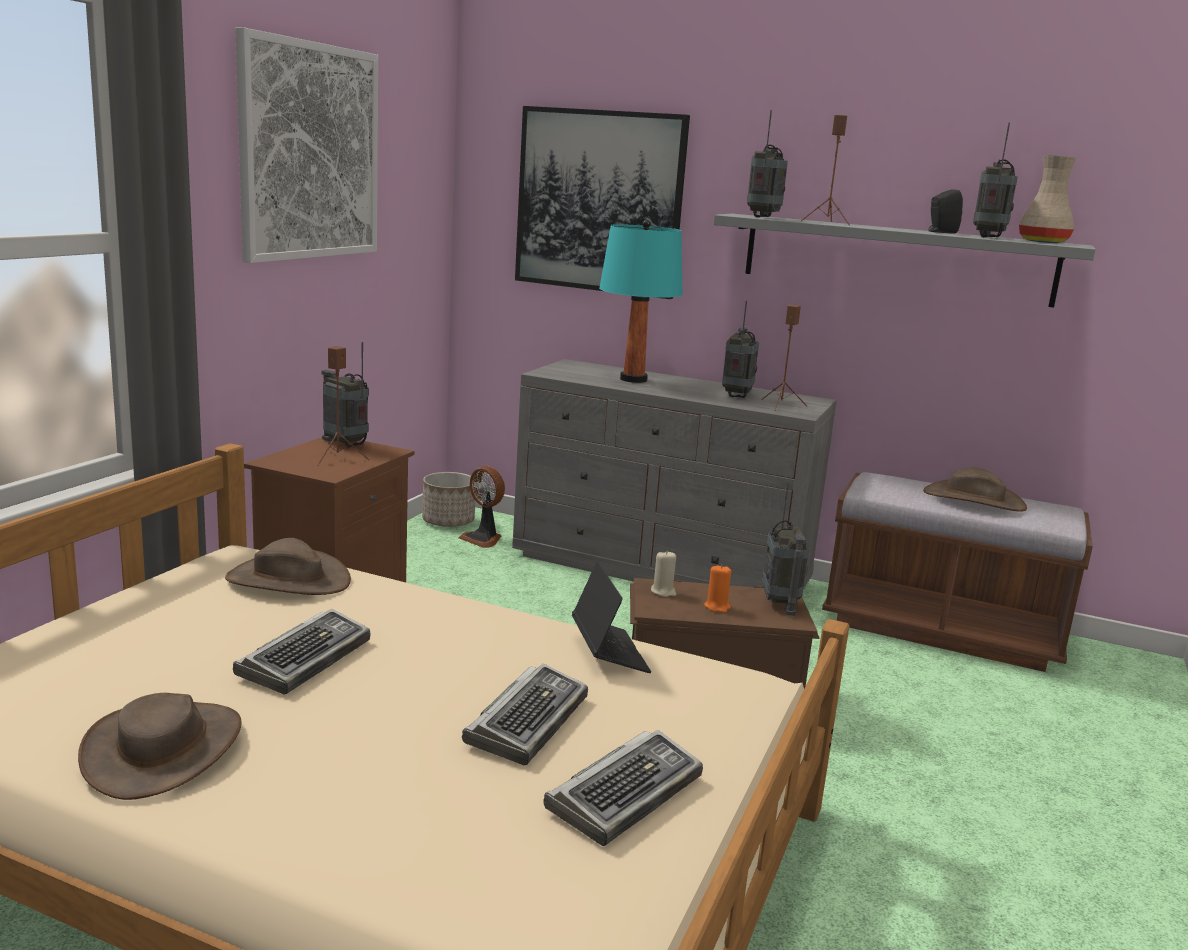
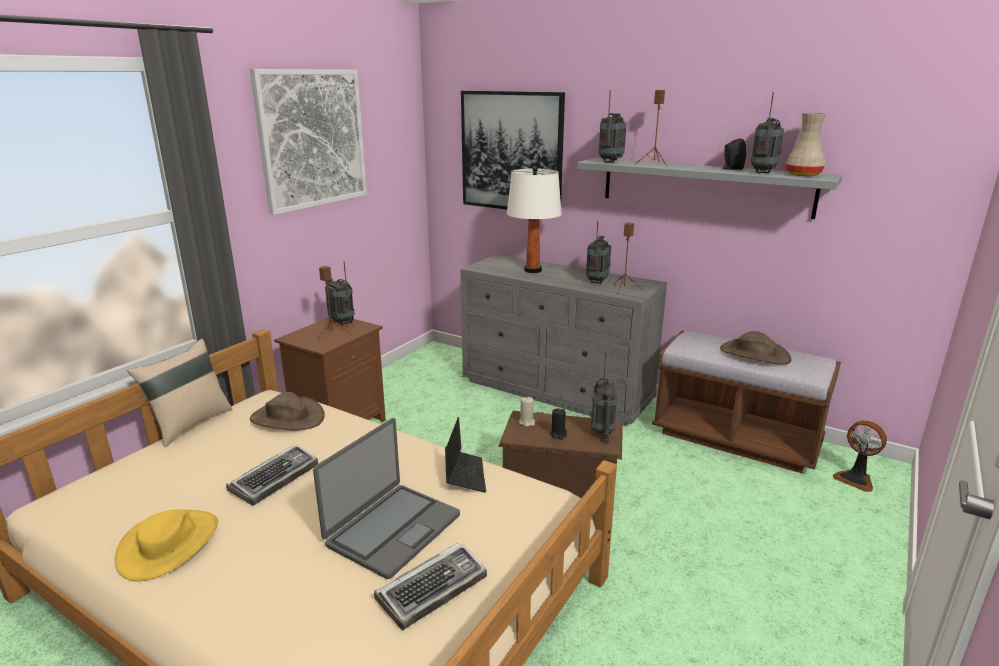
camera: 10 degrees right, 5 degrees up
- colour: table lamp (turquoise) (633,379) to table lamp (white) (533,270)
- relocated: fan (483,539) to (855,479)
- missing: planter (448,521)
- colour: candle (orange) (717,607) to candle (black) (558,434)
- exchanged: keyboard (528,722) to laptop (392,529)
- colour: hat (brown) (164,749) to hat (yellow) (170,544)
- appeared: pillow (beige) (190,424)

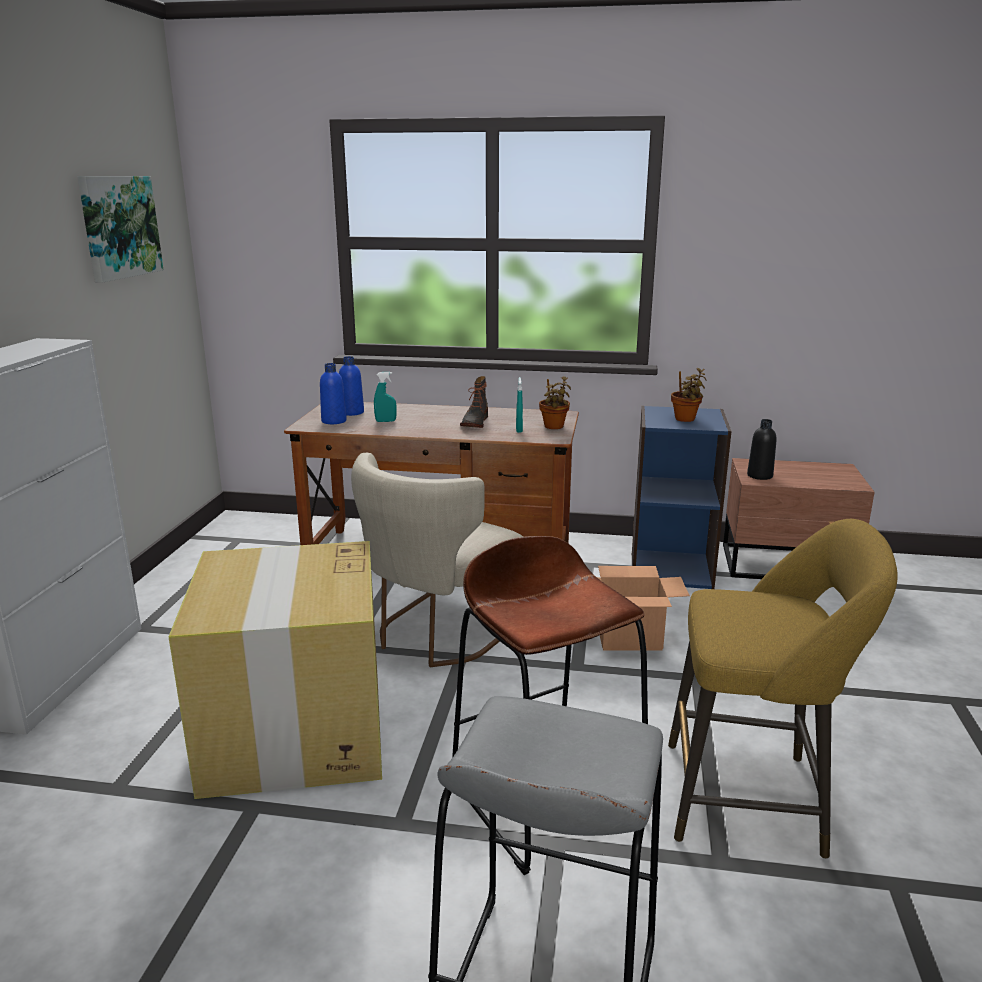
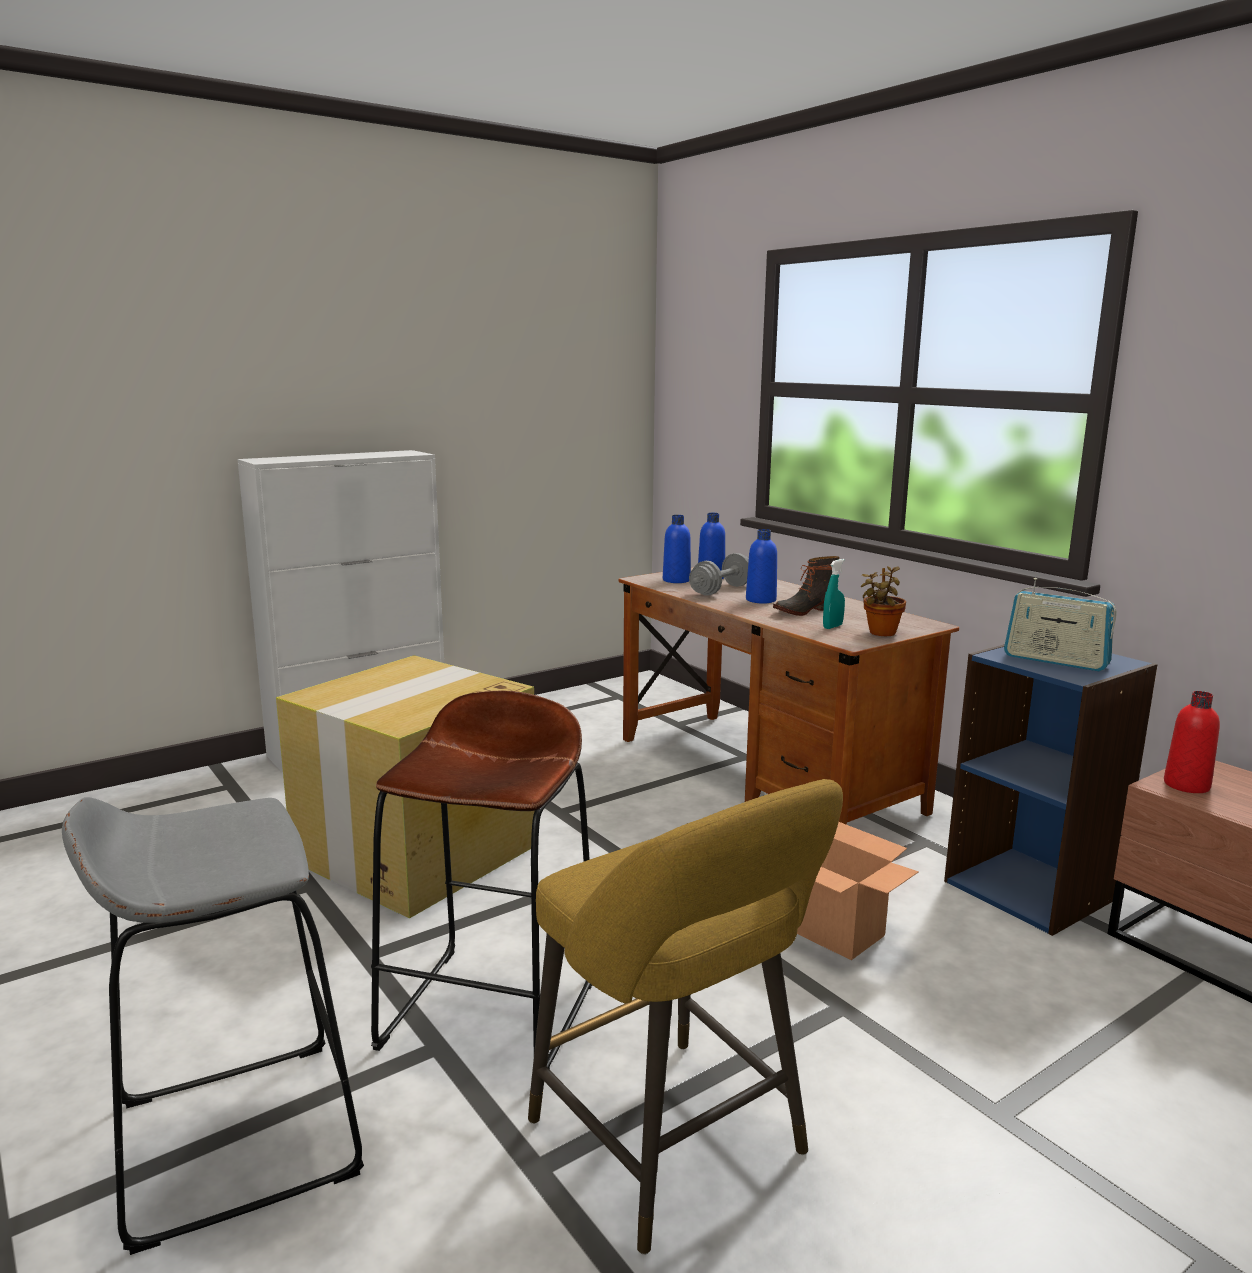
camera: 45 degrees right, 5 degrees down
- missing: picture (119,227)
- exchanged: potted plant (685,420) to radio (1055,661)
- exchanged: spray bottle (turquoise) (385,421) to dumbbell (grey) (721,590)
- colour: bottle (black) (759,476) to bottle (red) (1186,785)
- missing: chair (beige) (437,635)
- appeared: bottle (blue) (761,600)

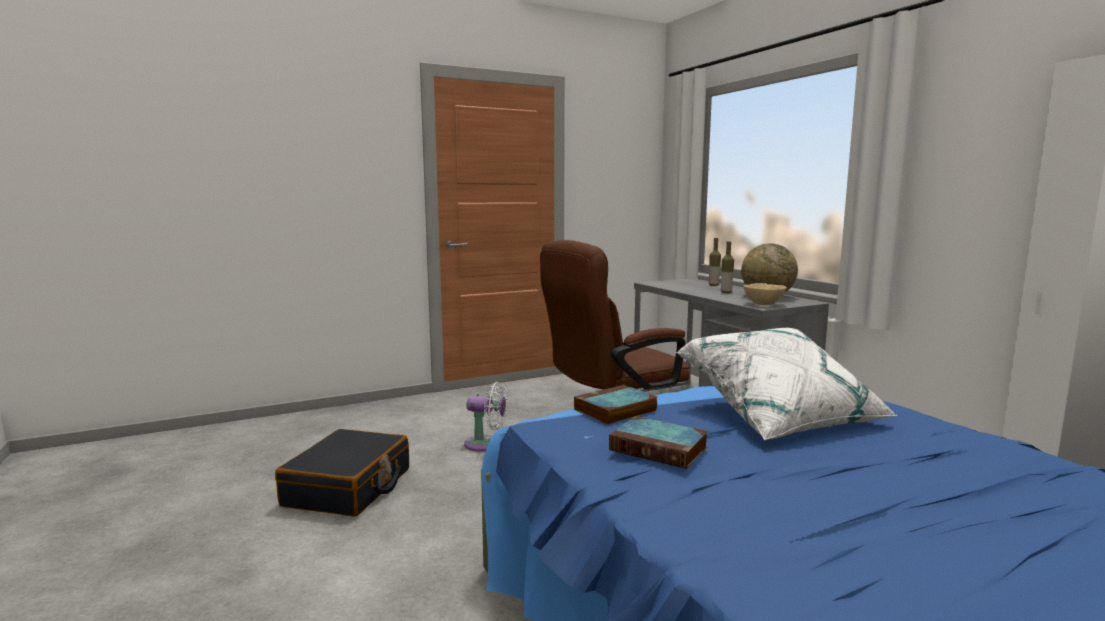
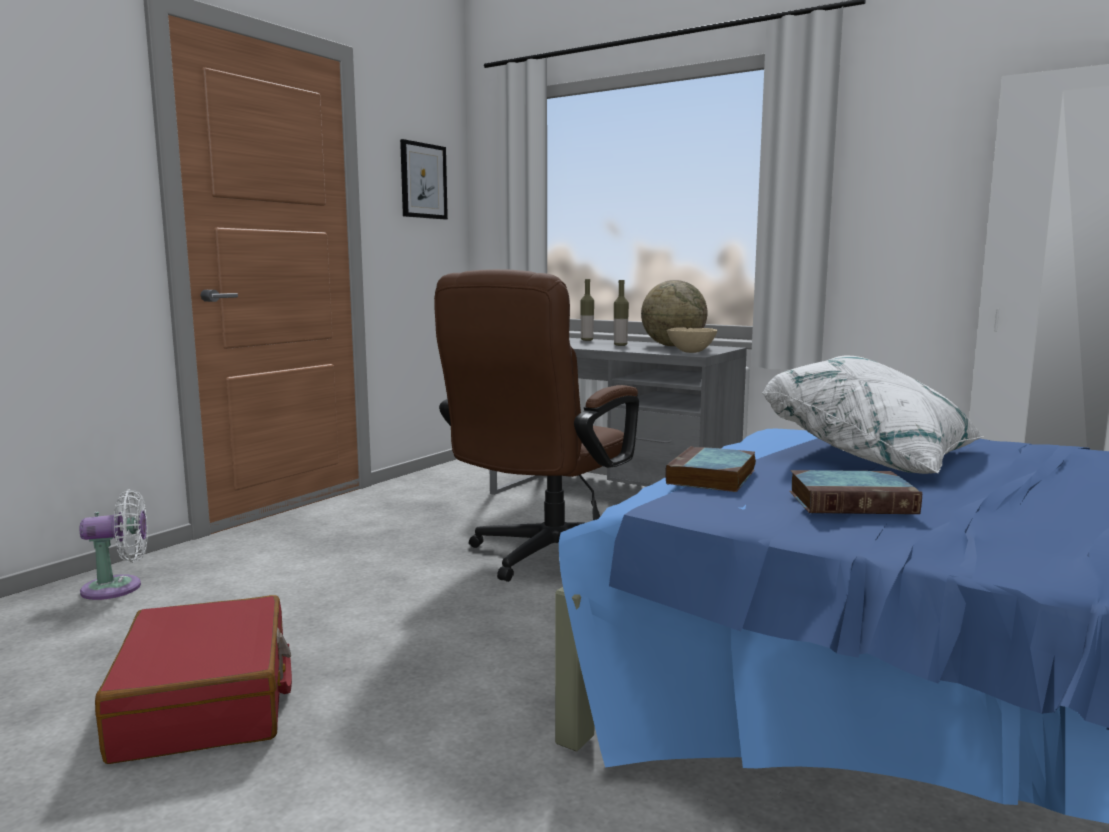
camera: 30 degrees left, 0 degrees up
- relocated: fan (white) (486,444) to (118,588)
- colour: suitcase (black) (349,487) to suitcase (red) (206,702)
- appeared: picture (423,181)

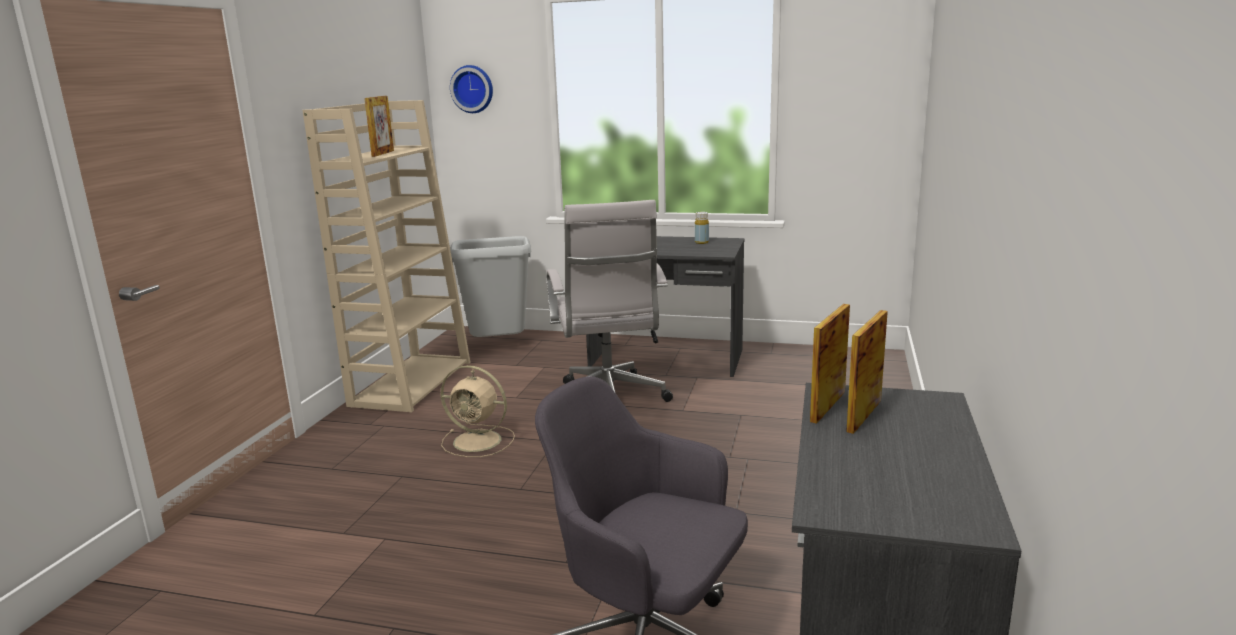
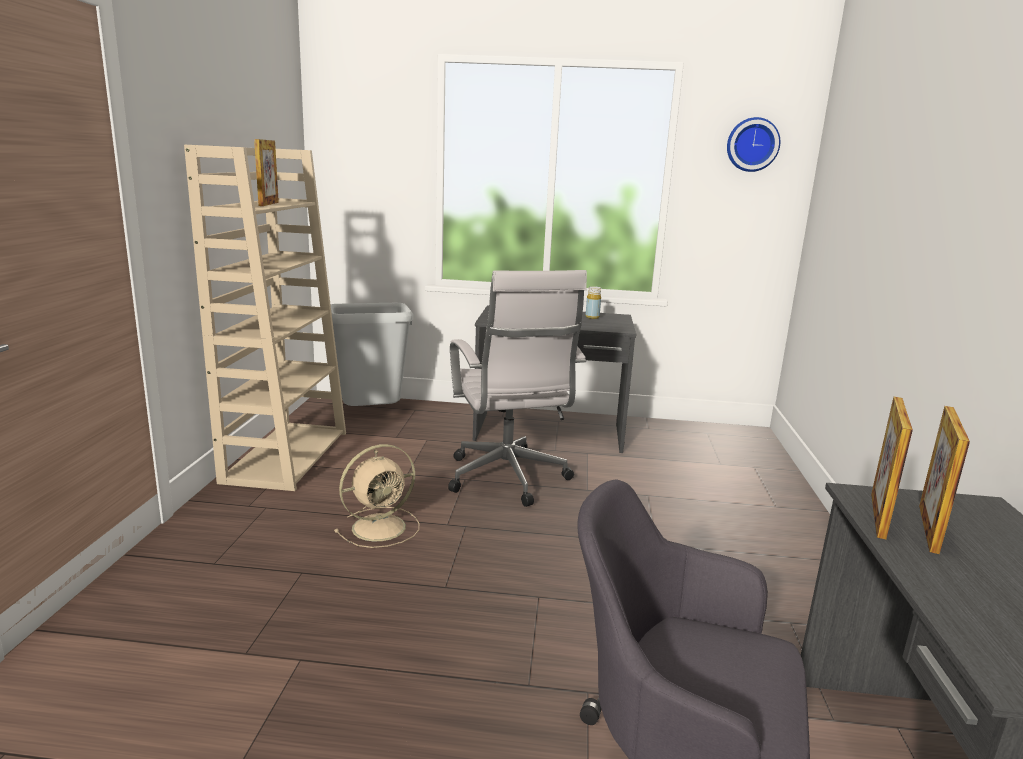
camera: 10 degrees left, 0 degrees up
- relocated: wall clock (473,89) to (752,145)
- spun: fan (beige) (479,441) = (381,527) 45 degrees counterclockwise

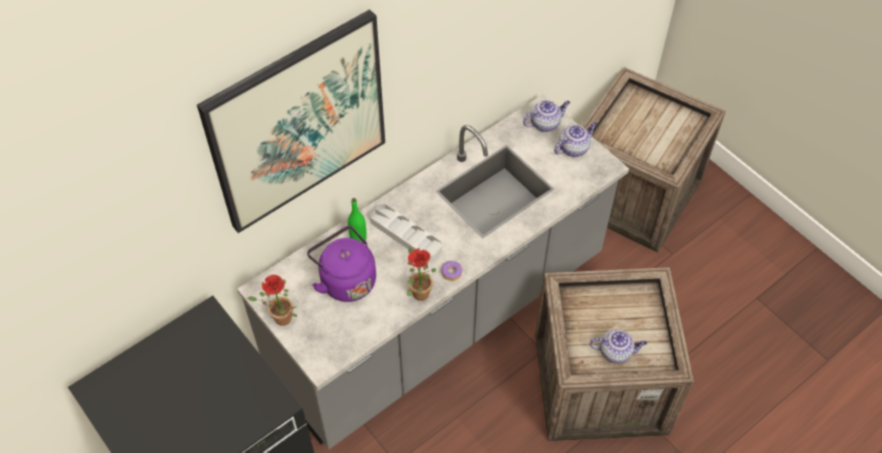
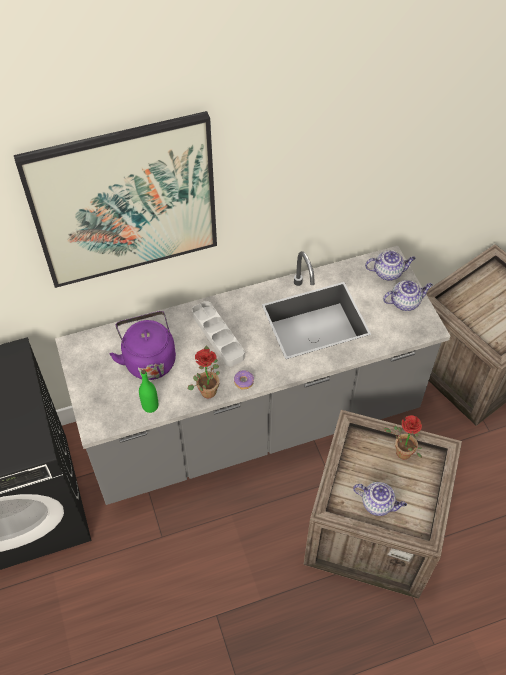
camera: 20 degrees right, 0 degrees up
- relocated: bottle (green) (358,238) to (150,406)
- relocated: potted plant (279,320) to (400,453)

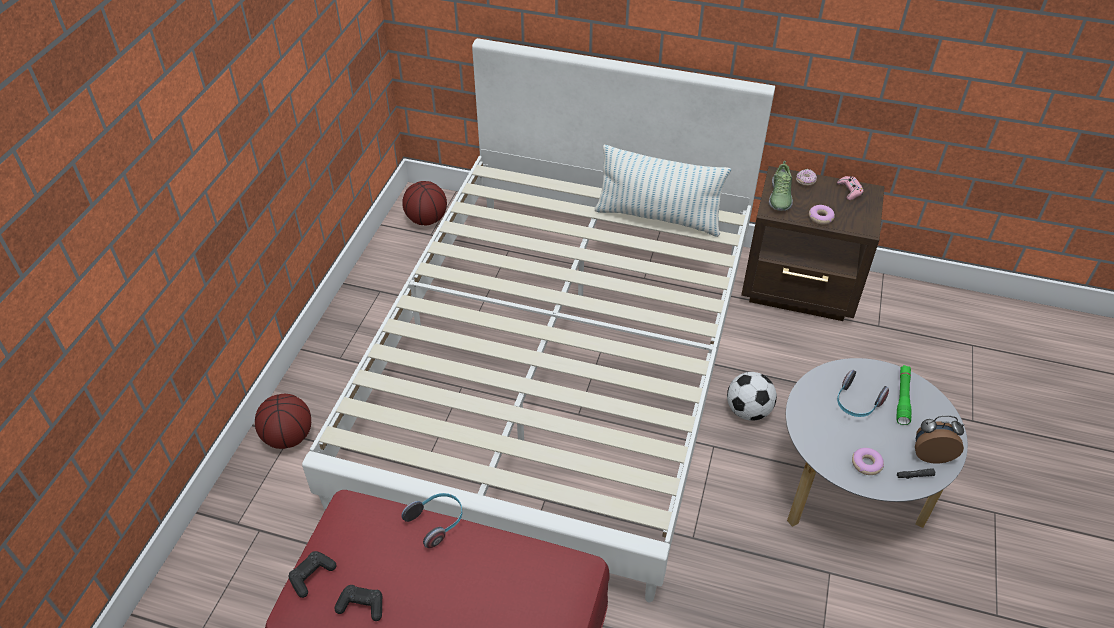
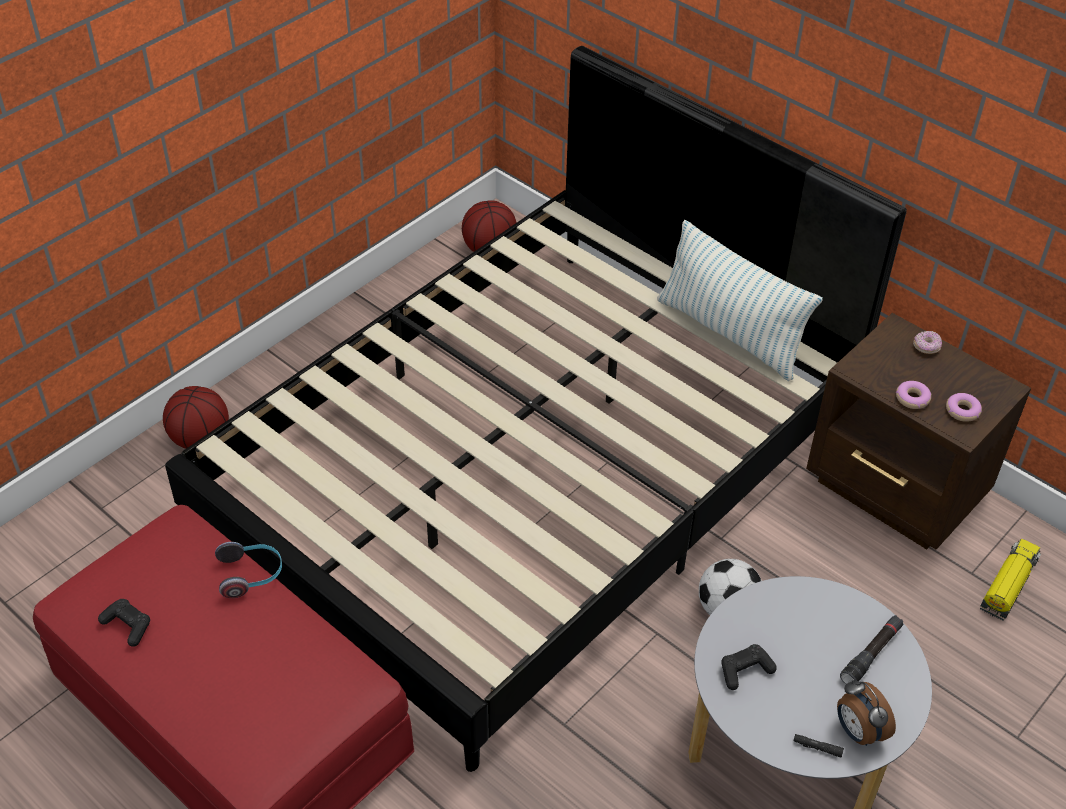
camera: 25 degrees right, 0 degrees up
- colour: bed (white) (558,367) to bed (black) (533,472)
- missing: shoe (779,197)
- missing: game controller (pink) (849,191)
- colour: flashlight (green) (902,398) to flashlight (black) (871,654)
- missing: headphones (856,403)
- spun: alarm clock (931,453) = (857,732) 150 degrees counterclockwise
- relocated: donut (866,464) to (962,411)
- relocated: game controller (black) (312,576) to (745,671)
- appeared: toy truck (1008,585)

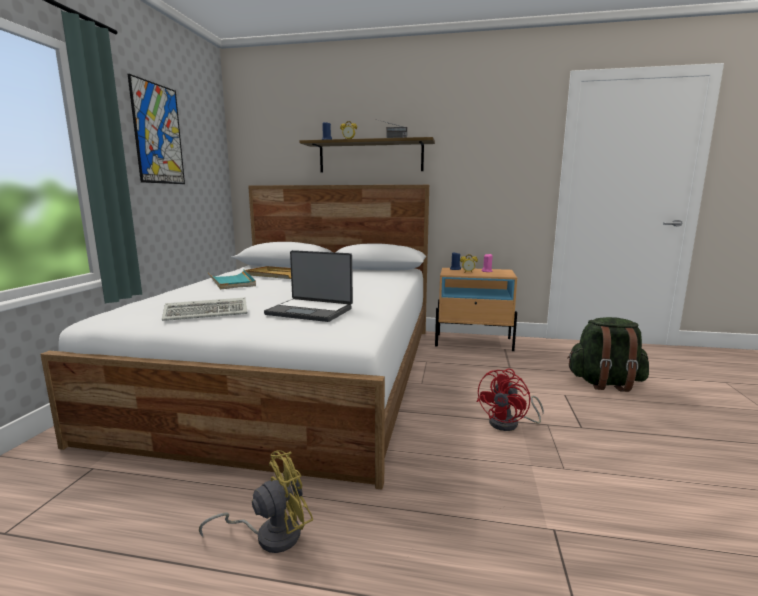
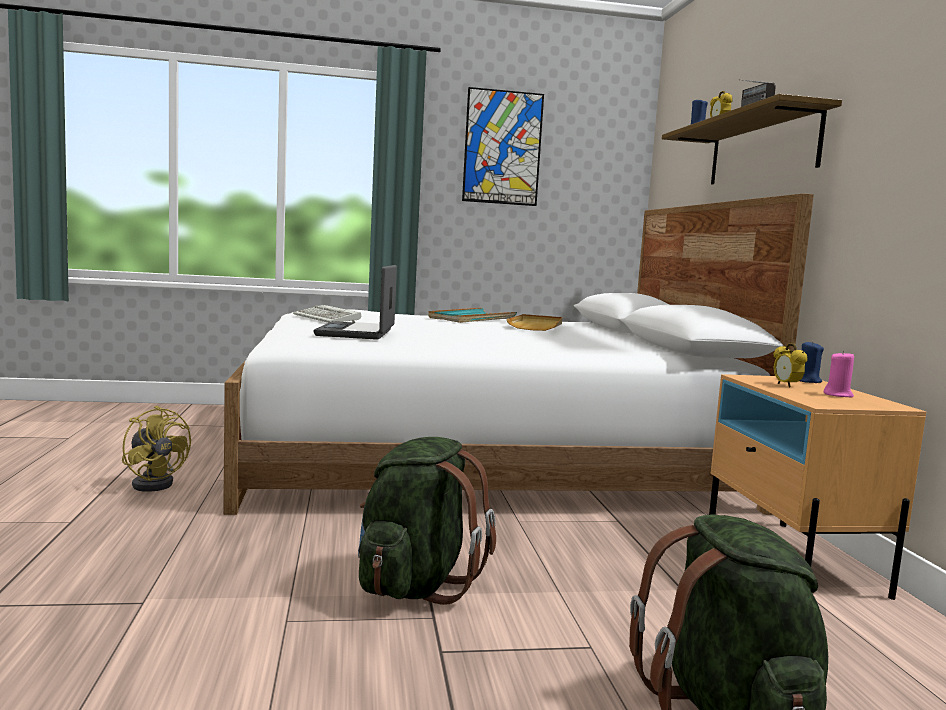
camera: 70 degrees right, 5 degrees down
- exchanged: fan (red) (510,424) to backpack (green) (415,585)

